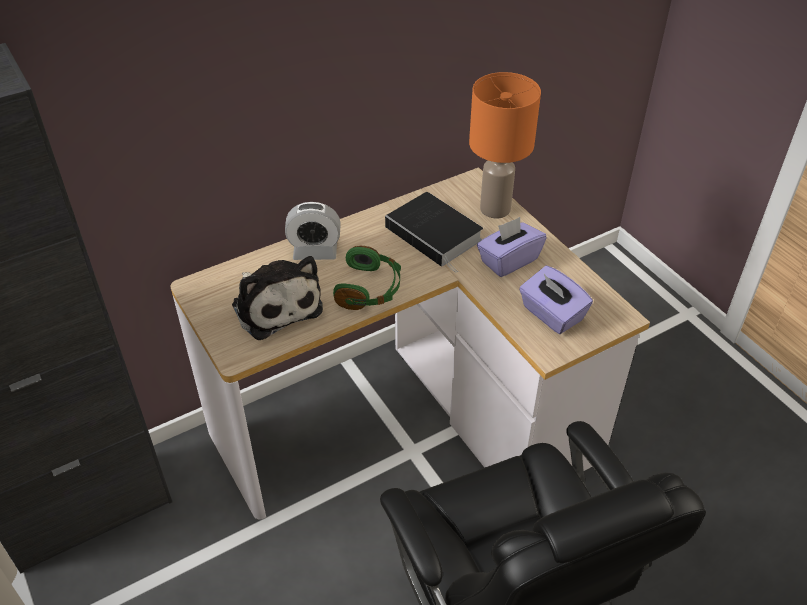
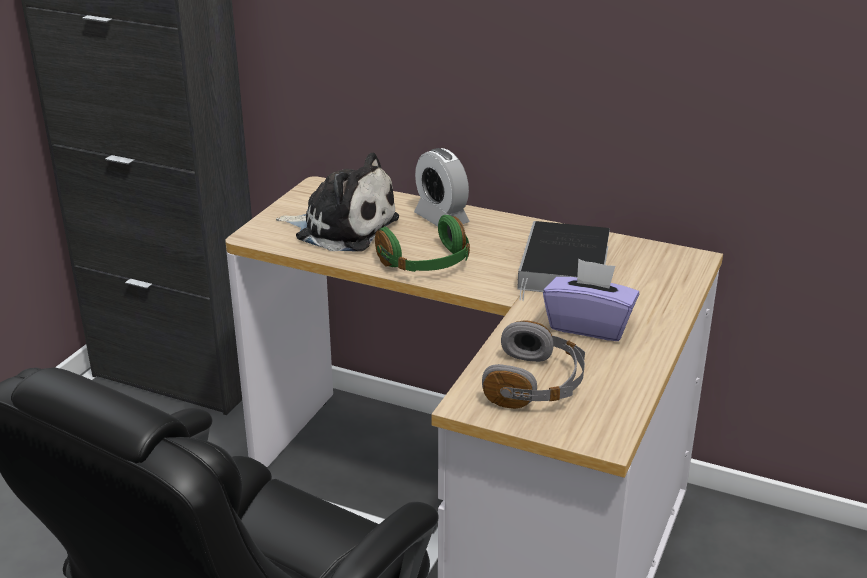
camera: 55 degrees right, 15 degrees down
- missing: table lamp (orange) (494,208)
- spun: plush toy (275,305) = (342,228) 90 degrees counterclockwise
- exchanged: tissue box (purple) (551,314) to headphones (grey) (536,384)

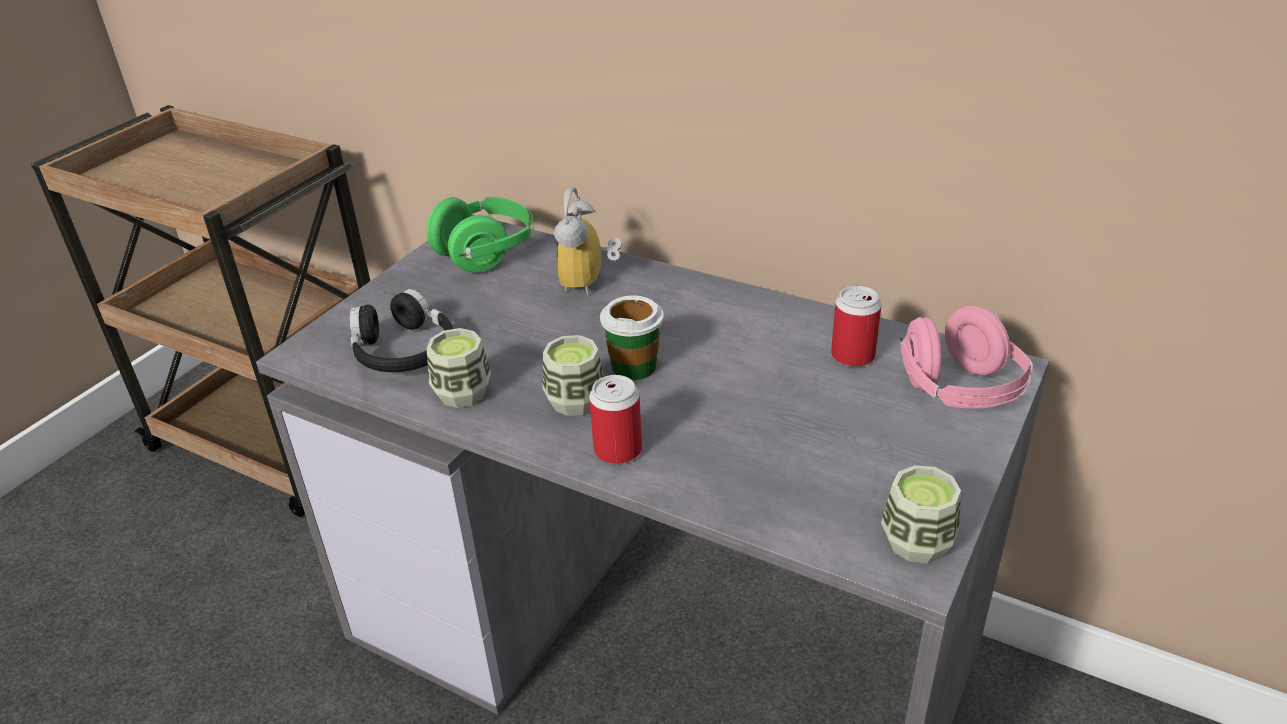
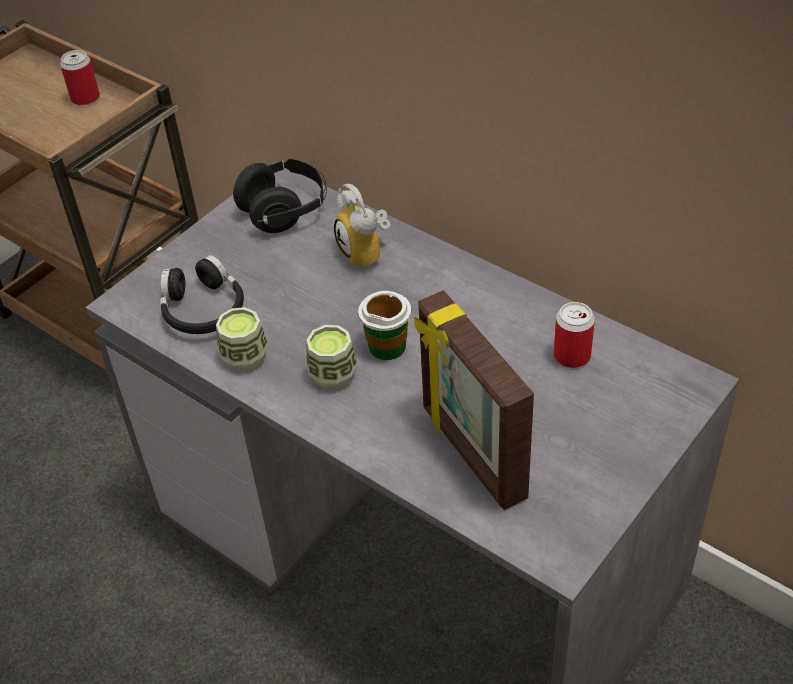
camera: 10 degrees right, 10 degrees up
- spun: alarm clock (590,283) = (368,254) 45 degrees counterclockwise
- colour: headphones (green) (486,253) to headphones (black) (285,211)
- missing: headphones (pink) (959,391)
- relocated: can (618,450) to (85,98)
- missing: cup (917,542)
- appeared: picture frame (471,453)

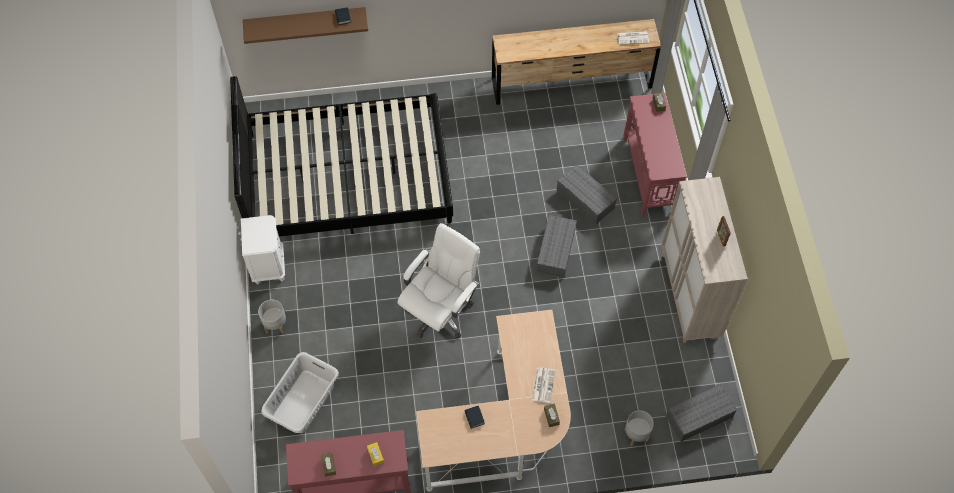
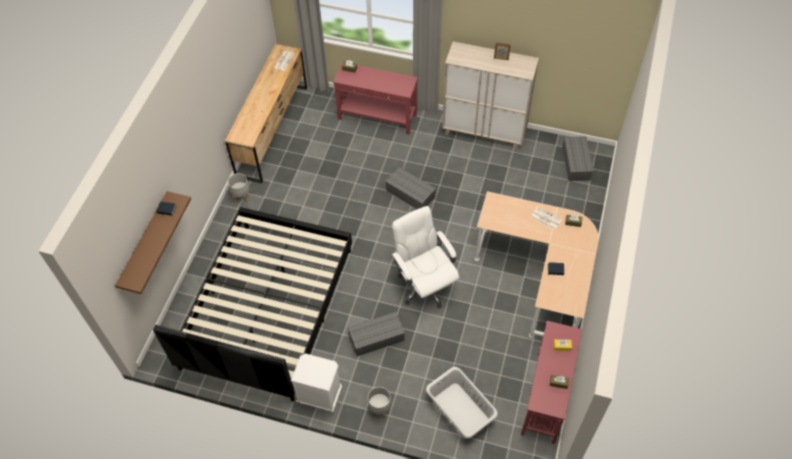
camera: 65 degrees left, 5 degrees down
- relocated: storage box (grey) (584,199) to (376,338)
- relocated: planter (grey) (636,434) to (241,196)

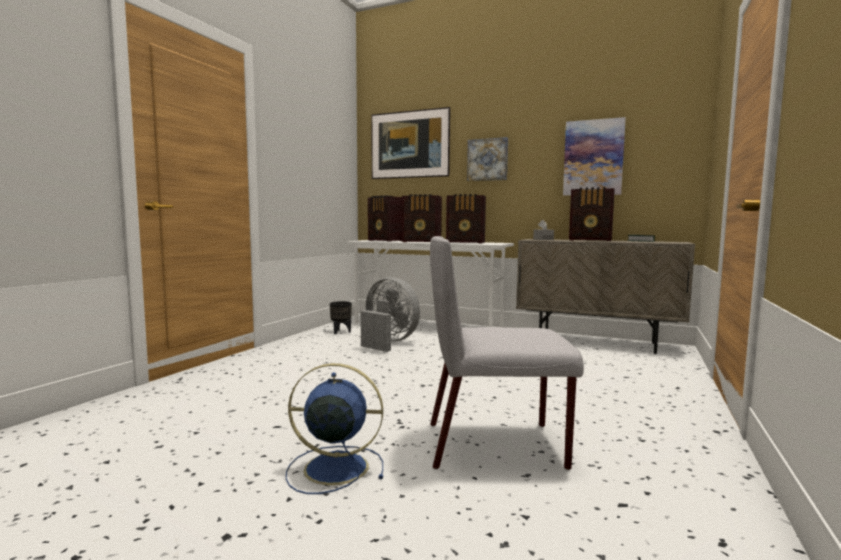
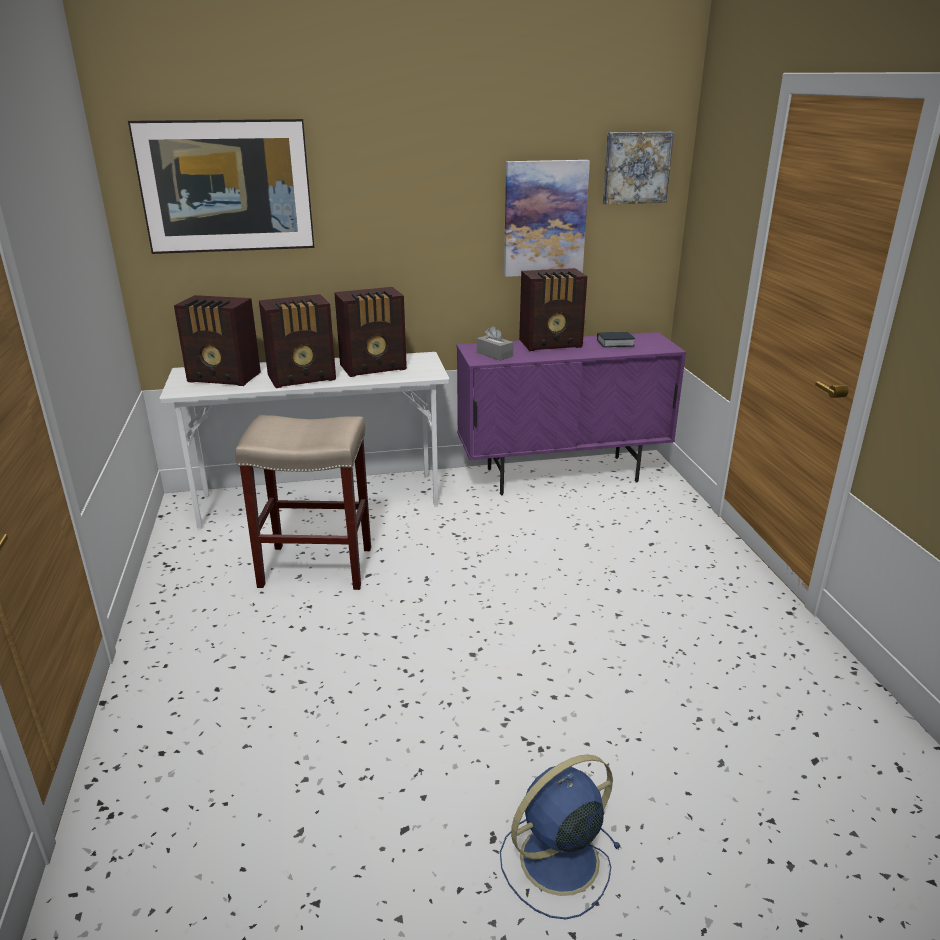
camera: 35 degrees left, 20 degrees up
- relocated: picture (488,160) to (636,167)
- missing: chair (grey) (497,445)
- colour: cabinet (beige) (596,342) to cabinet (purple) (562,475)
- exchanged: fan (grey) (388,342) to stool (beige) (314,567)
- missing: planter (black) (341,332)

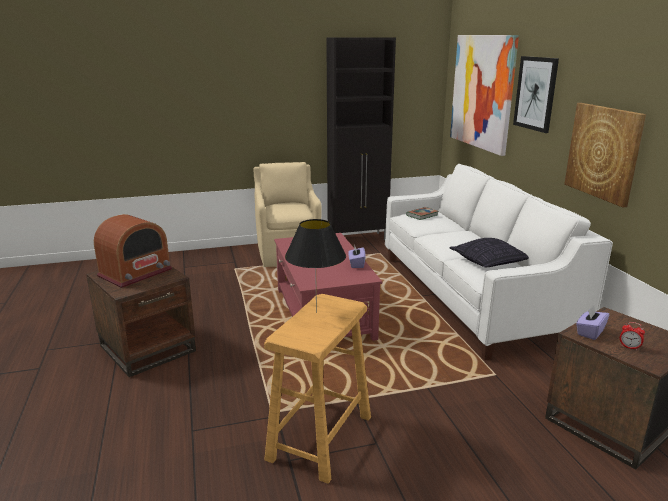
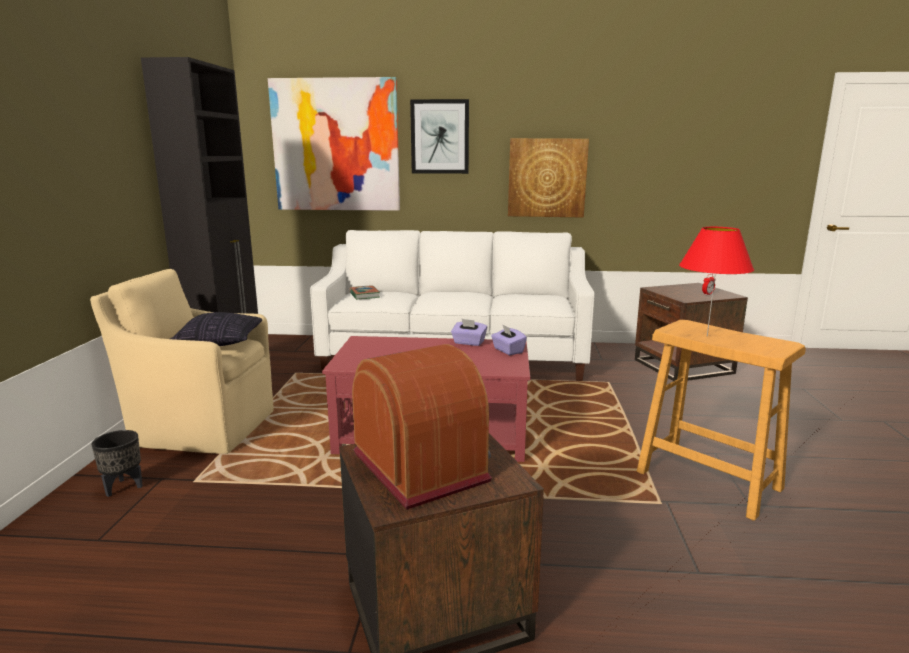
camera: 70 degrees left, 5 degrees down
- colour: table lamp (black) (316,312) to table lamp (red) (707,336)
- relocated: pillow (489,262) to (219,342)
- relocated: tissue box (purple) (590,332) to (508,350)
- appeared: planter (black) (123,487)

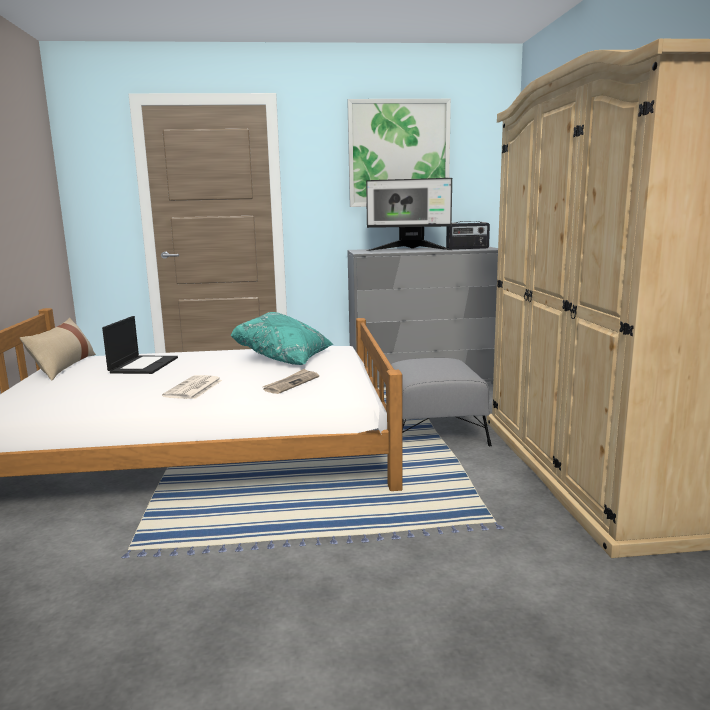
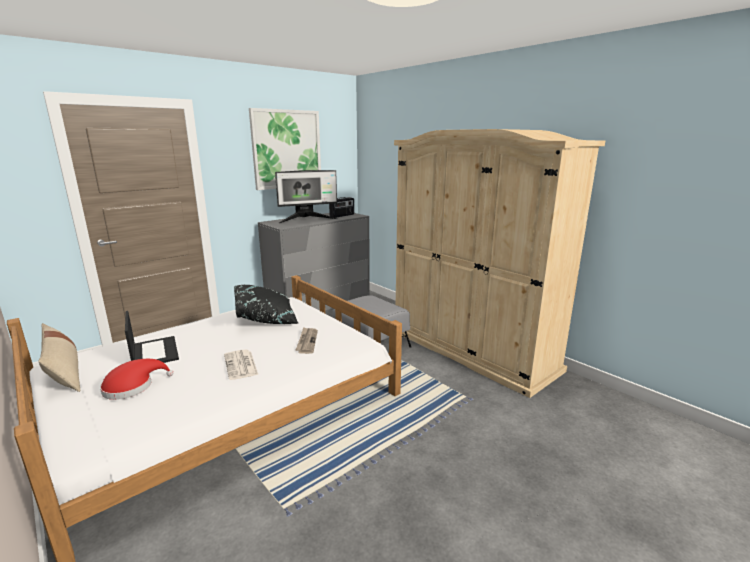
camera: 35 degrees left, 5 degrees up
- colour: pillow (turquoise) (285,358) to pillow (black) (266,318)
- appeared: hat (red) (132,387)

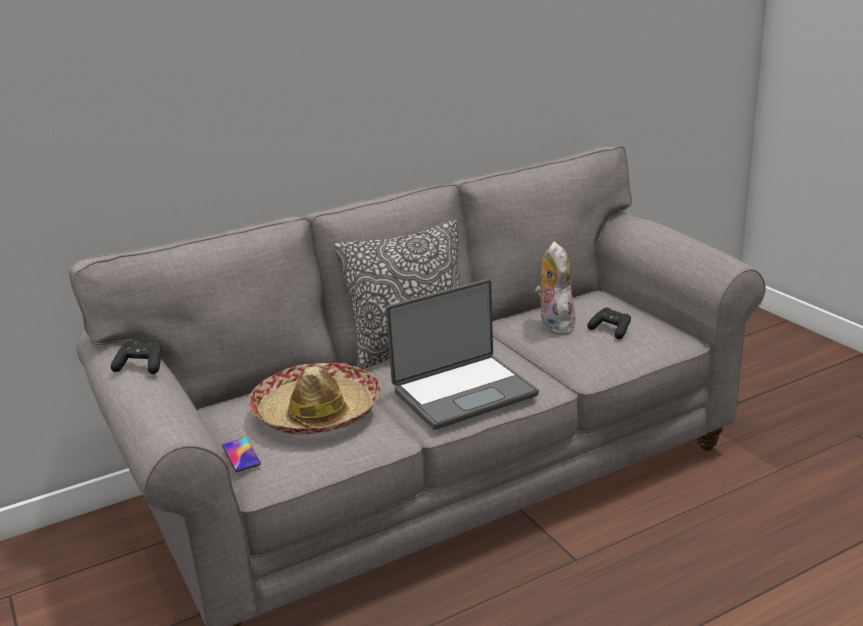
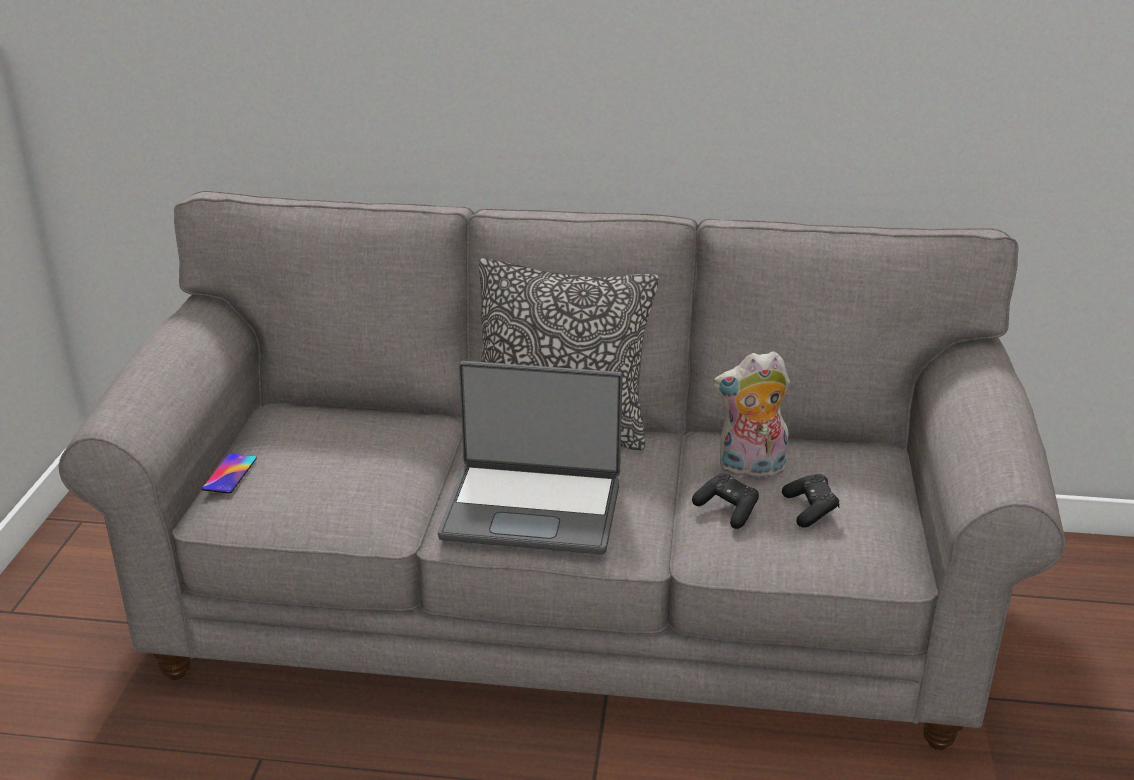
camera: 35 degrees right, 5 degrees up
- spun: plush toy (554,325) = (750,469) 120 degrees counterclockwise
- relocated: game controller (black) (141,366) to (727,510)
- missing: hat (316,412)

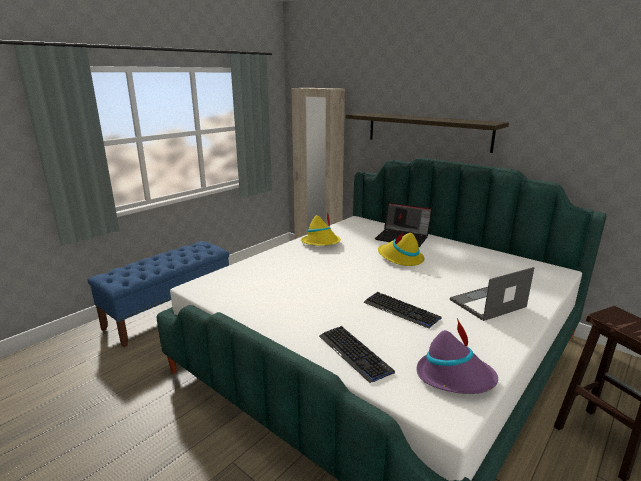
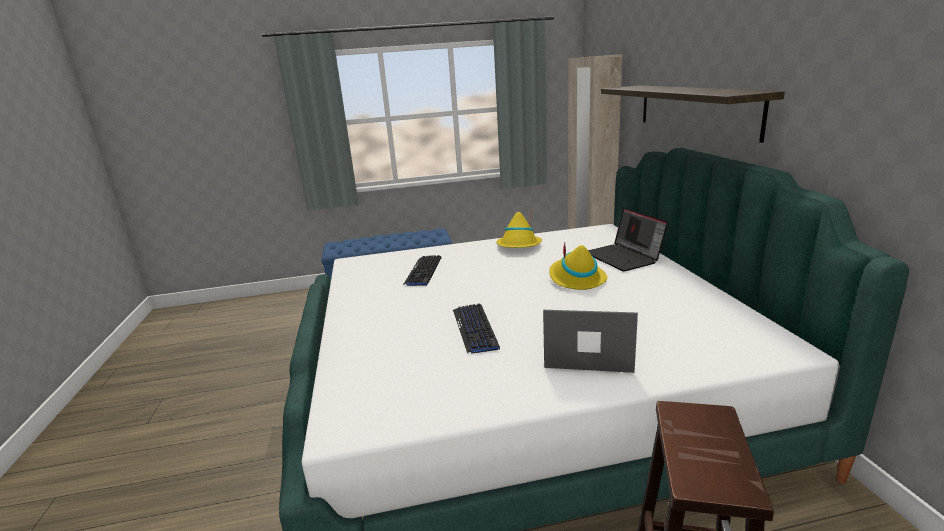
camera: 40 degrees right, 0 degrees up
- missing: hat (purple) (455,377)
- relocated: keyboard (354,354) to (423,271)

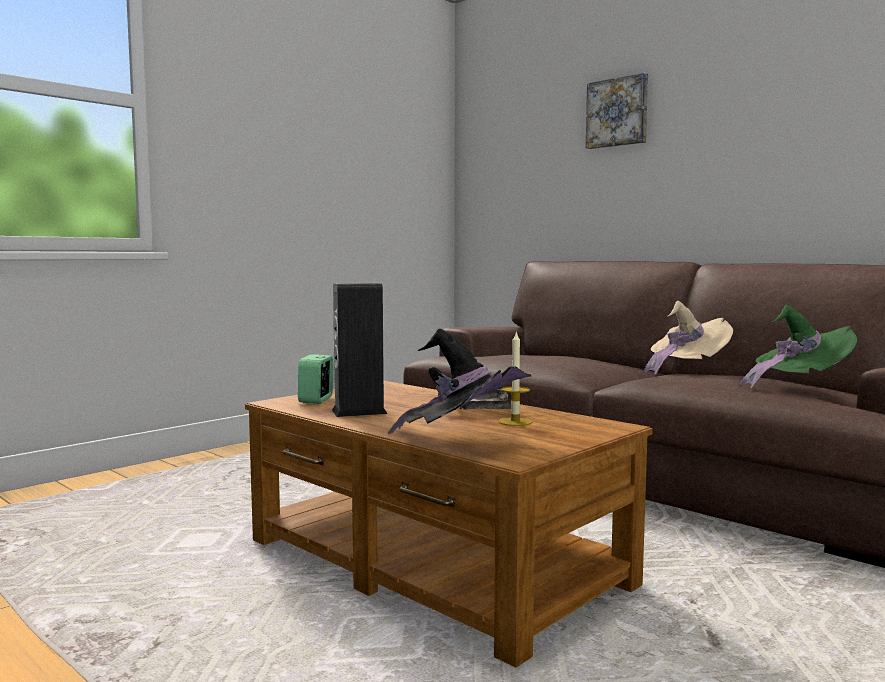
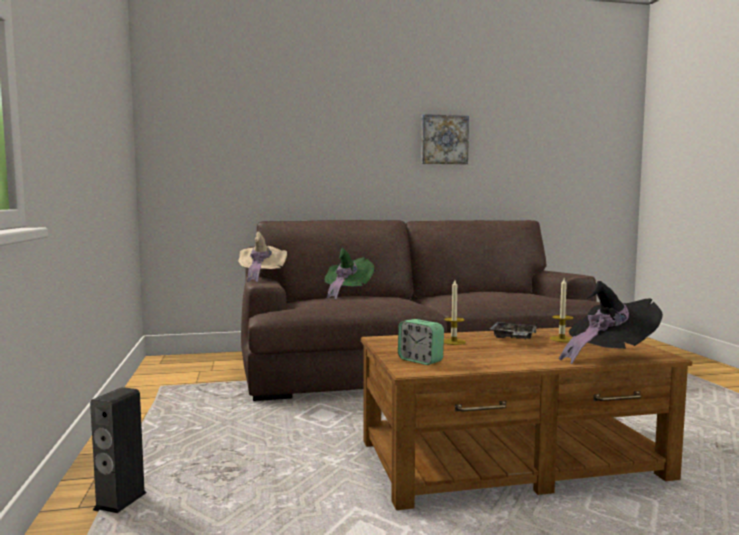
camera: 55 degrees left, 0 degrees up
- relocated: picture (618,112) to (444,140)
- relocated: speaker (359,411) to (121,501)
- relocated: hat (beige) (685,370) to (261,277)
- relocated: hat (green) (798,385) to (346,293)
- appeared: candle (453,342)

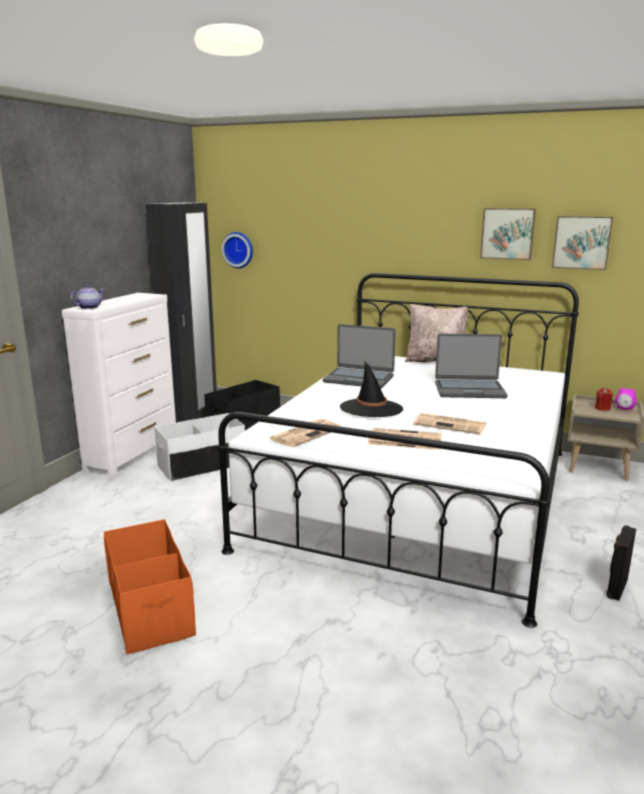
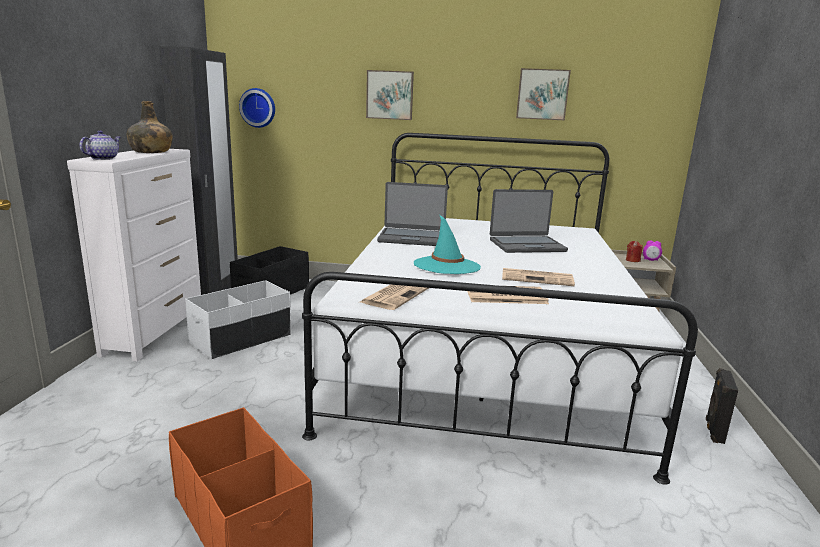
camera: 15 degrees left, 0 degrees up
- relocated: picture (581,242) to (390,95)
- missing: pillow (beige) (435,361)
- colour: hat (black) (371,408) to hat (turquoise) (446,266)
- appeared: bottle (green) (151,152)

